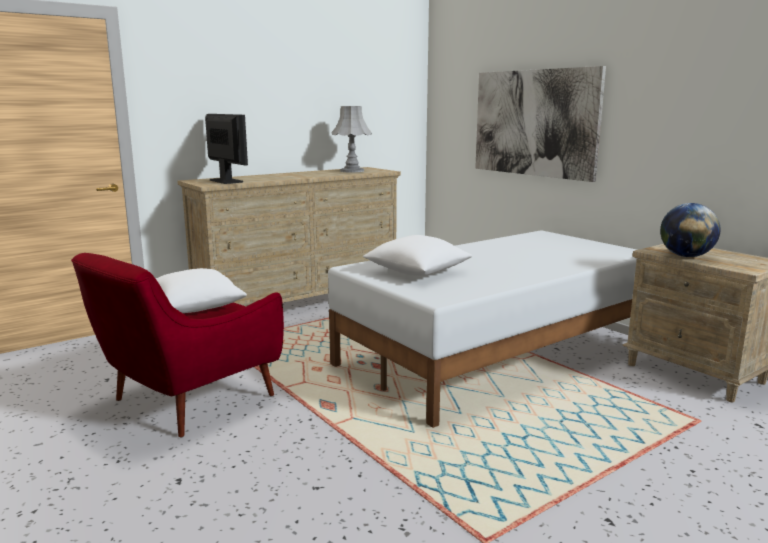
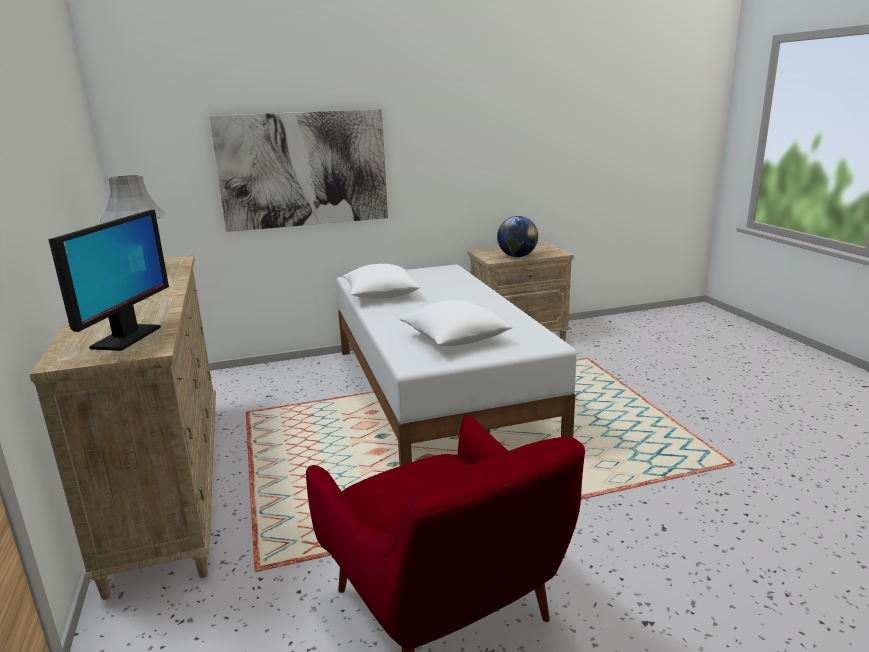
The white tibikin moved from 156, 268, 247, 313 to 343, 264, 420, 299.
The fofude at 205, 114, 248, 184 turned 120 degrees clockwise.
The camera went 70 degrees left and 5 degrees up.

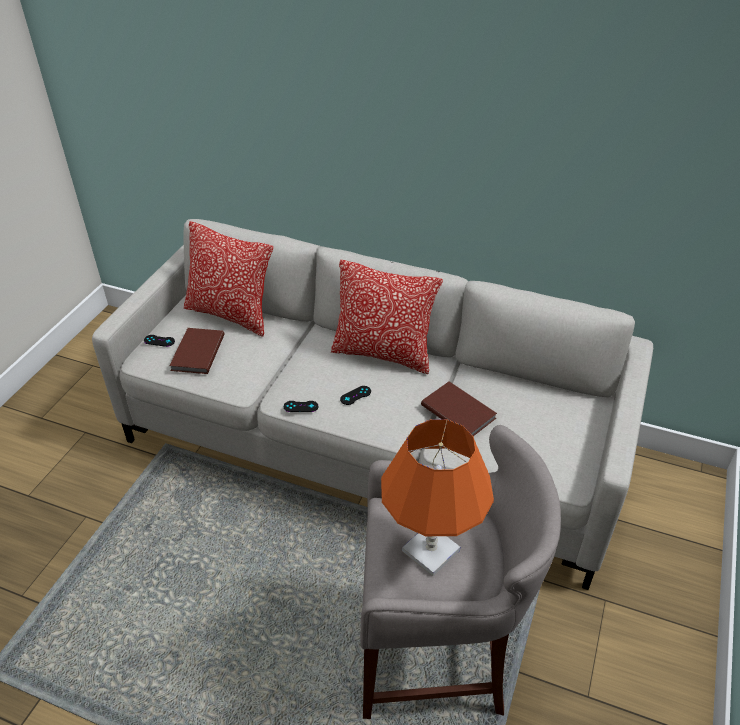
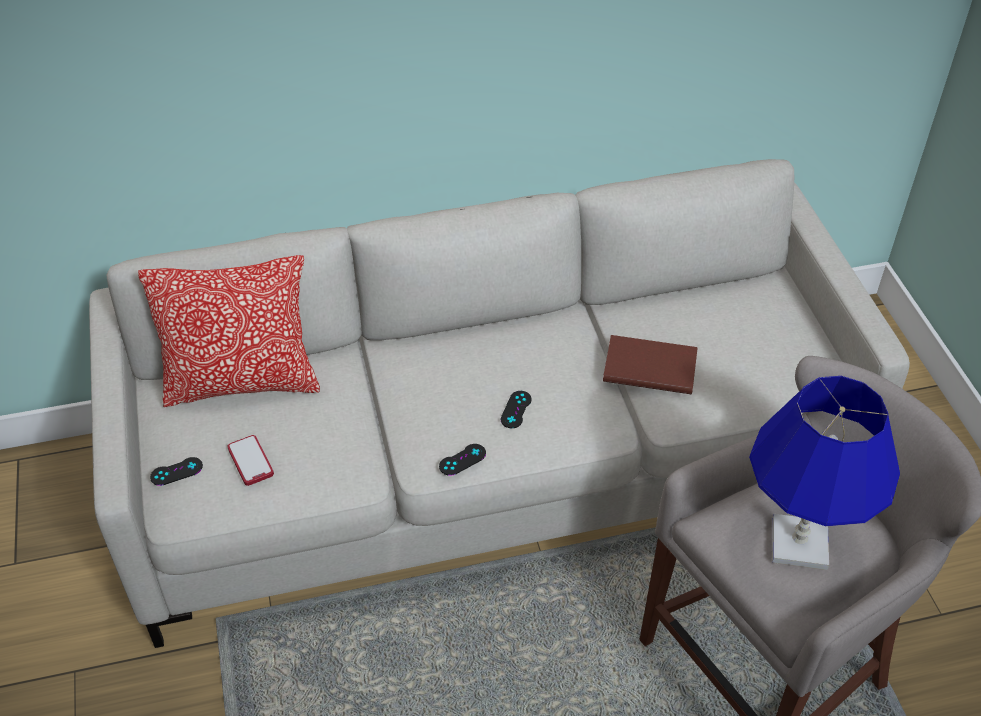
The tibikin at 331, 260, 443, 374 disappeared.
The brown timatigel at 169, 328, 224, 374 was replaced by the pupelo at 227, 435, 274, 486.
The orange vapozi at 381, 419, 494, 576 became the blue vapozi at 749, 376, 900, 570.
The camera went 35 degrees left and 5 degrees up.

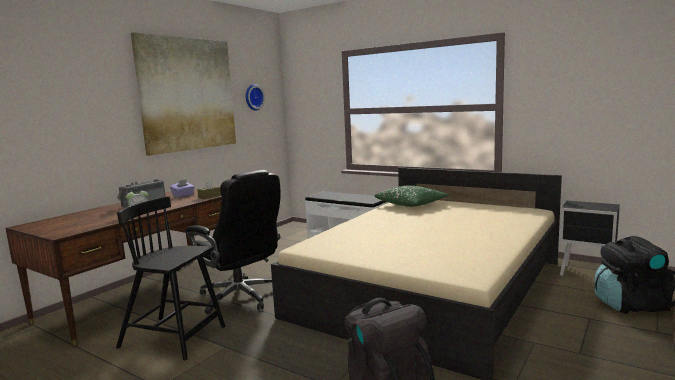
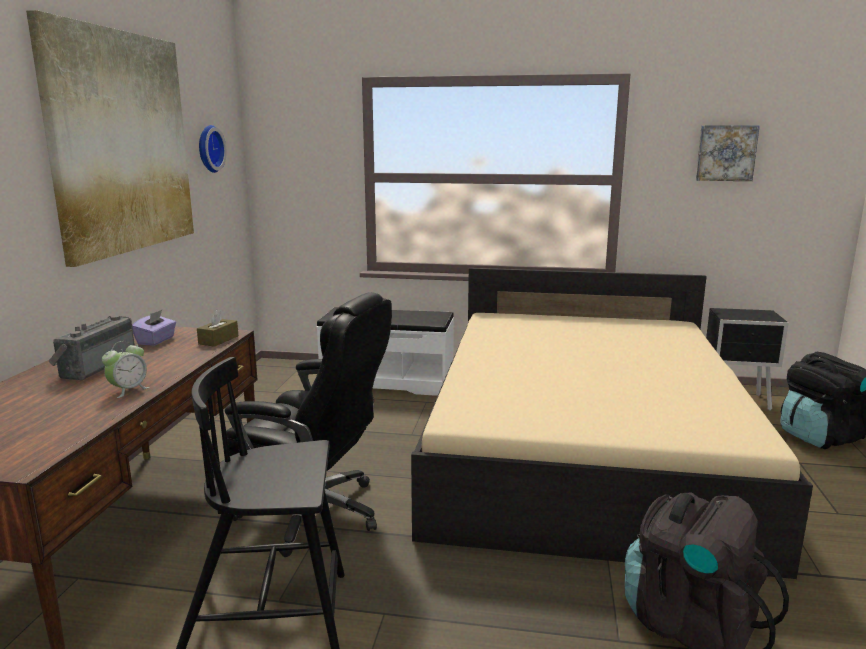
The green tibikin at 374, 185, 449, 207 disappeared.
The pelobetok at 696, 125, 760, 181 appeared.
The camera went 25 degrees left and 5 degrees up.

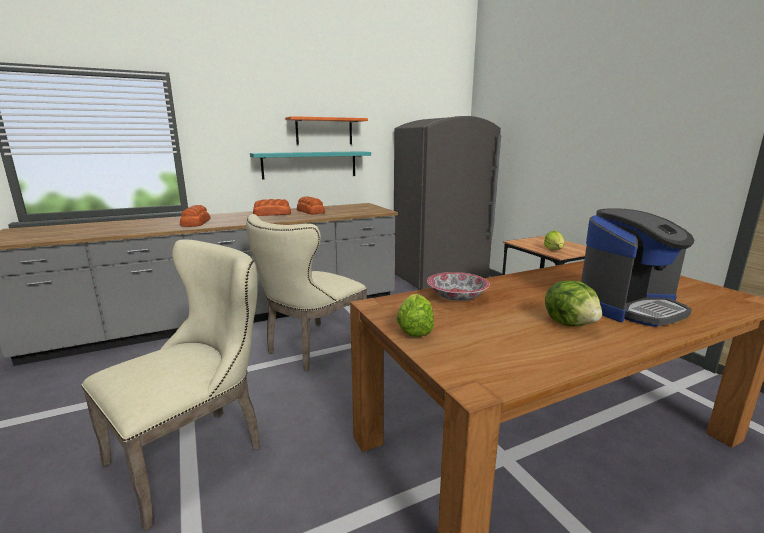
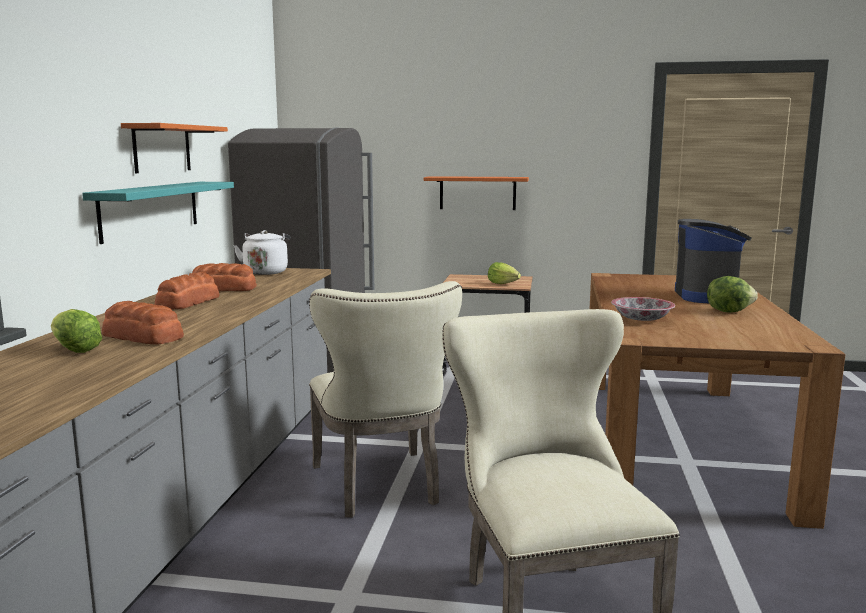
The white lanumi at 233, 230, 290, 275 appeared.
The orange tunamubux at 423, 176, 529, 210 appeared.
The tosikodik moved from 396, 294, 434, 337 to 51, 309, 102, 353.
The camera went 55 degrees left and 5 degrees down.

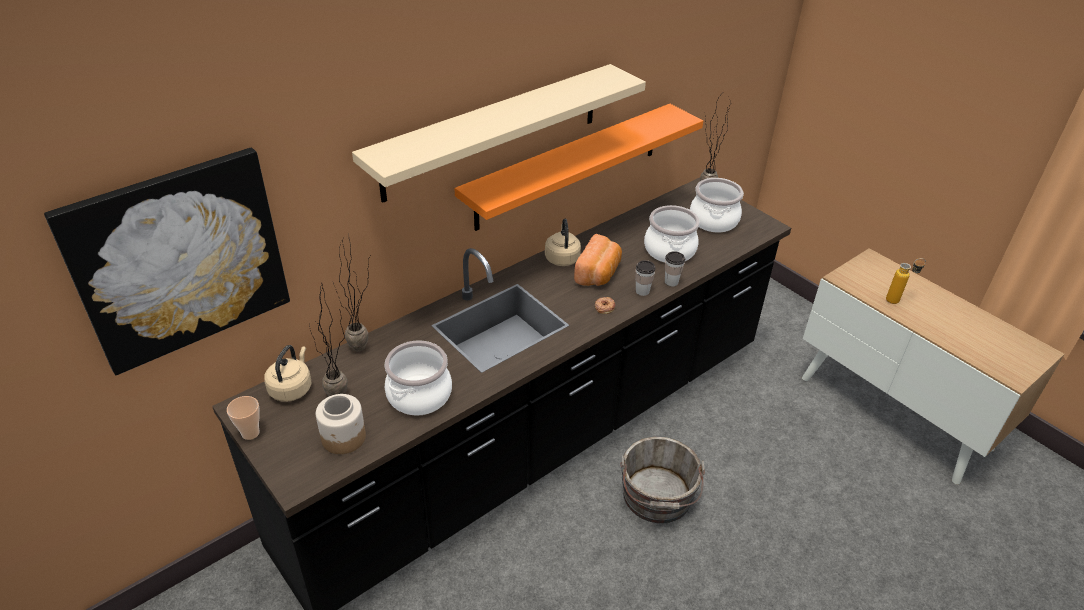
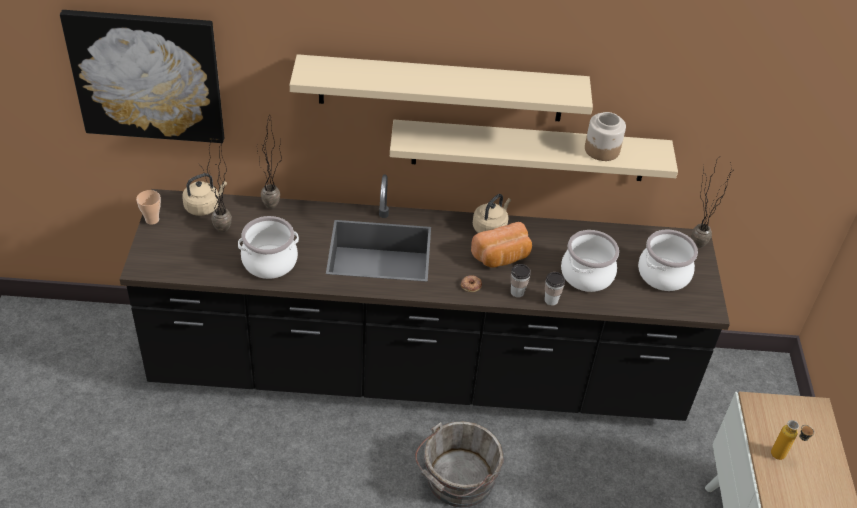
The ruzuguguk moved from 316, 394, 366, 454 to 585, 112, 626, 161.
The orange tunamubux at 454, 104, 703, 231 became the beige tunamubux at 390, 120, 678, 181.
The camera went 40 degrees right and 5 degrees up.

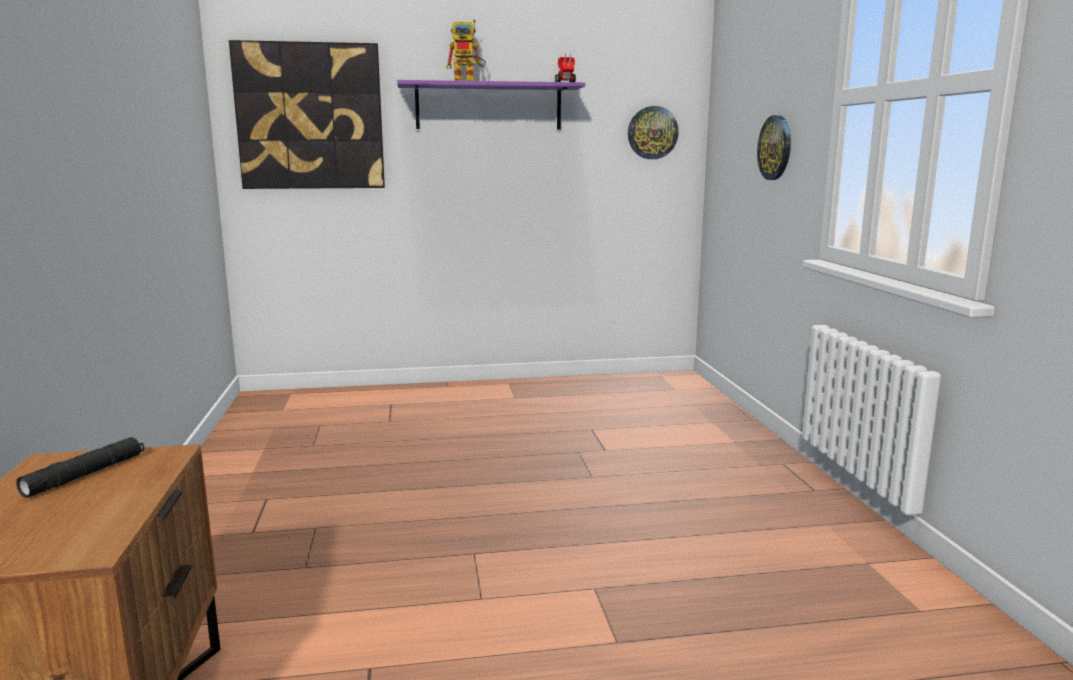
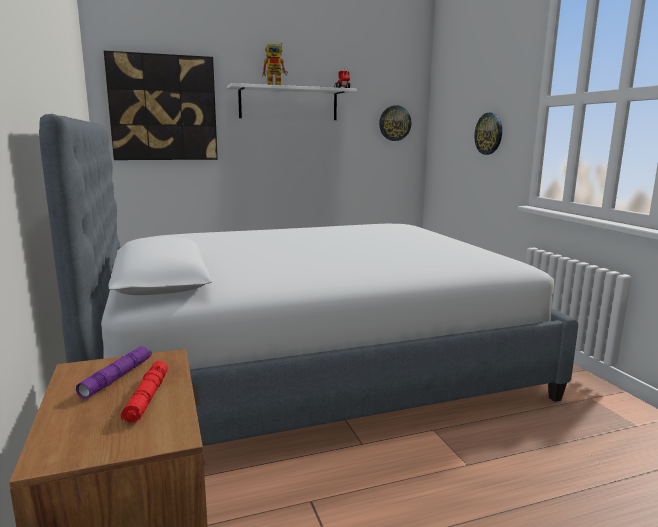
The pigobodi at 39, 114, 578, 446 appeared.
The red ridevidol at 121, 361, 168, 422 appeared.
The black ridevidol at 16, 437, 144, 498 became the purple ridevidol at 76, 346, 152, 399.
The purple tunamubux at 397, 80, 585, 130 became the white tunamubux at 227, 83, 357, 120.
The camera went 10 degrees left and 0 degrees up.

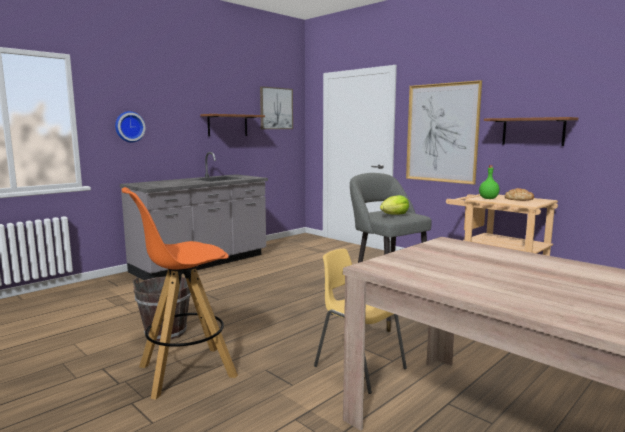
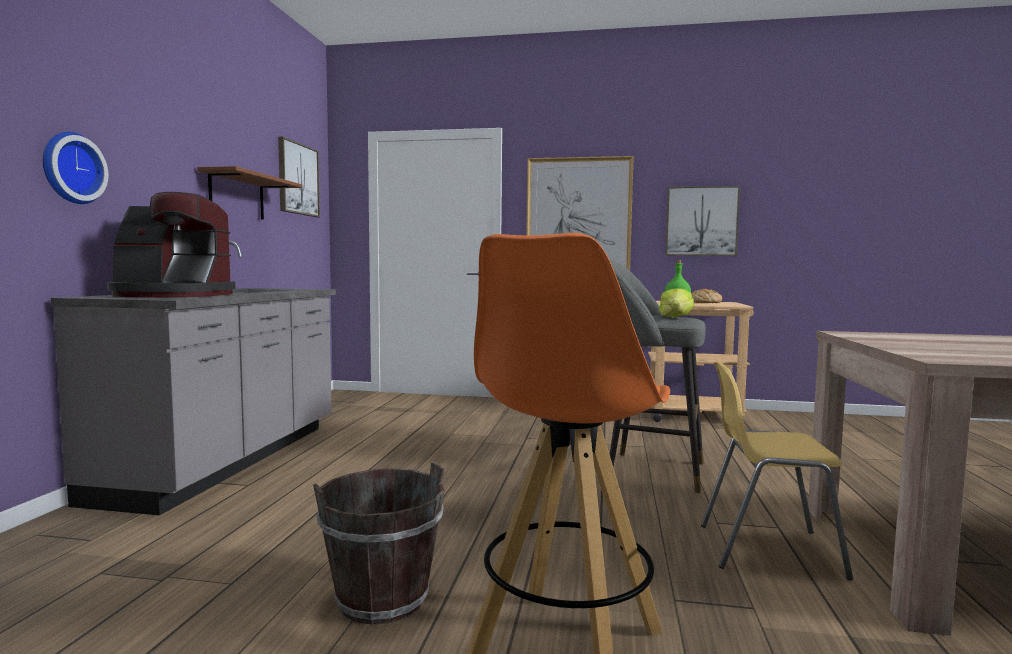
The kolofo at 107, 192, 236, 298 appeared.
The brown tunamubux at 484, 117, 578, 146 was replaced by the pelobetok at 665, 186, 740, 256.
The camera went 35 degrees left and 5 degrees down.

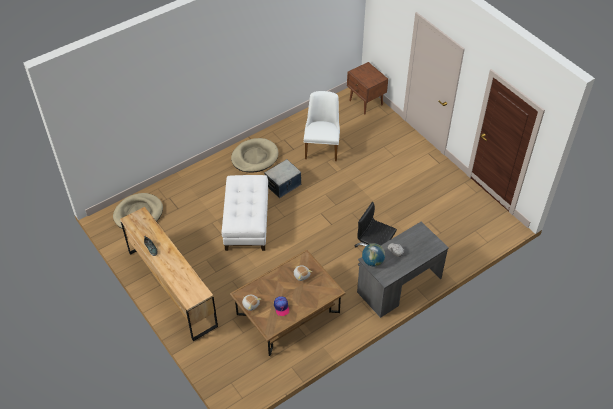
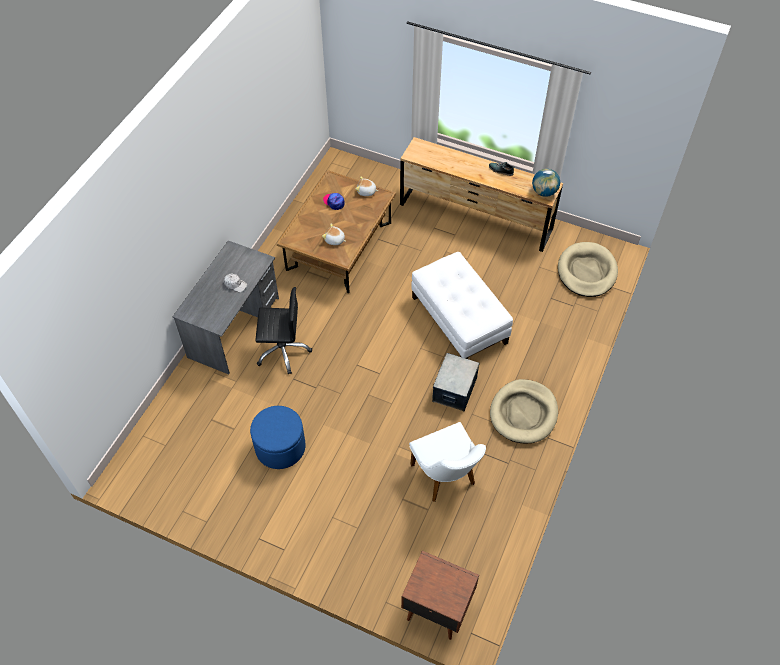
The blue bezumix at 250, 406, 305, 469 appeared.
The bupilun moved from 362, 243, 385, 267 to 532, 169, 560, 197.
The camera went 150 degrees right and 5 degrees up.

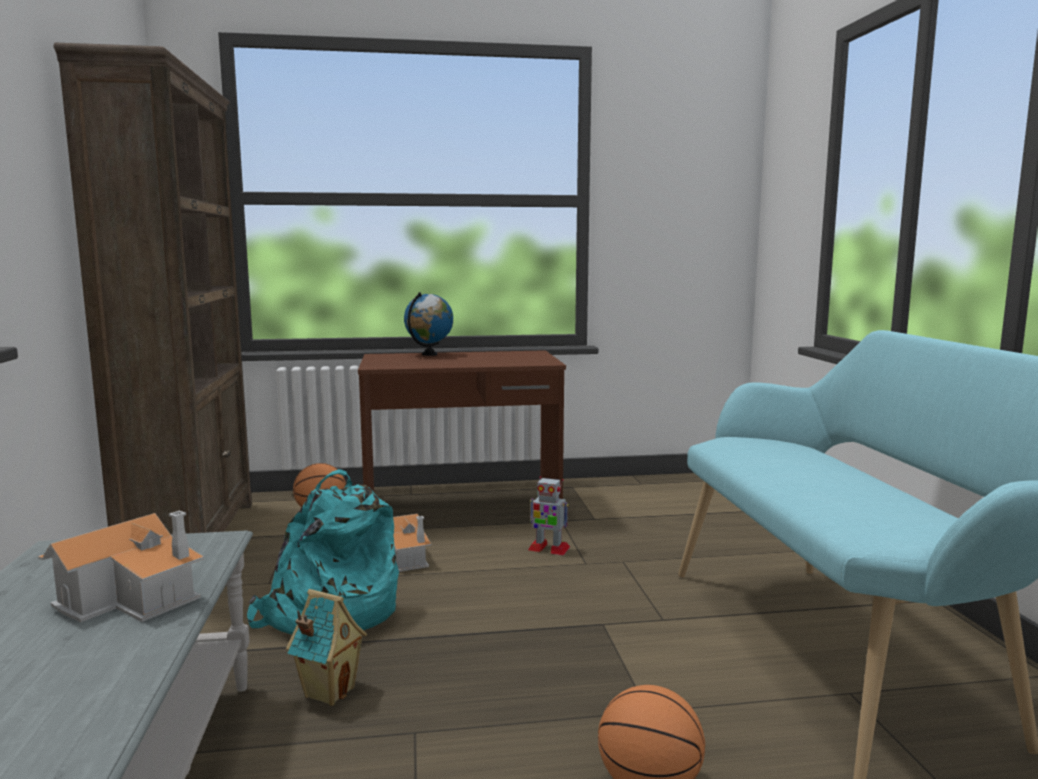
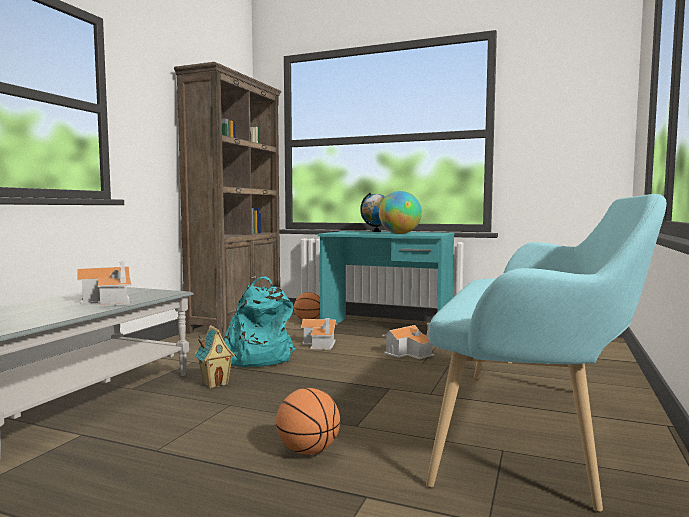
The bupilun at 379, 191, 422, 234 appeared.
The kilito at 528, 476, 570, 555 was replaced by the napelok at 382, 323, 434, 359.
The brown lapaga at 358, 350, 566, 499 became the turquoise lapaga at 318, 231, 454, 324.
The camera went 30 degrees right and 5 degrees down.

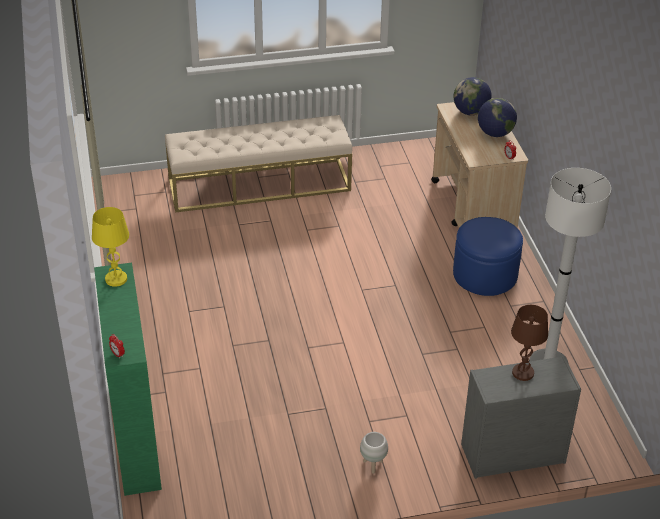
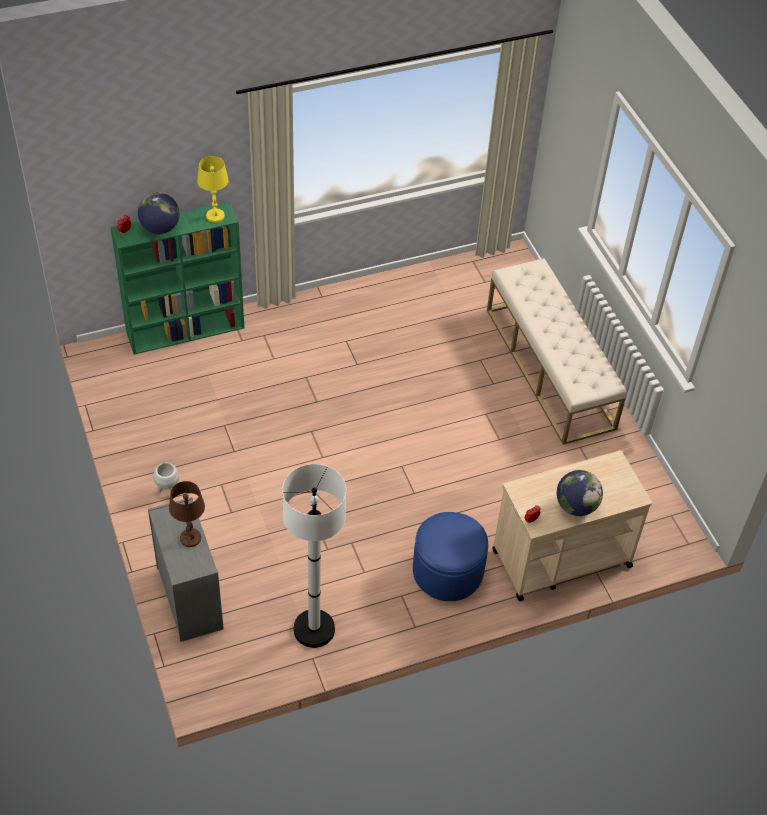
The bupilun moved from 454, 77, 492, 116 to 138, 192, 179, 234.
The camera went 80 degrees right and 10 degrees up.

